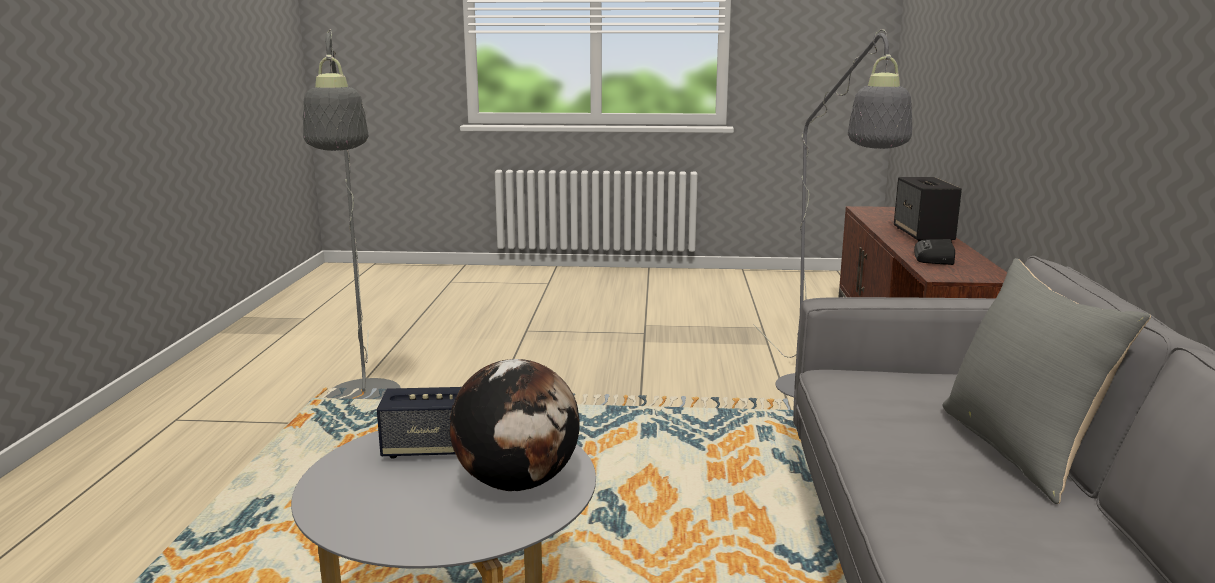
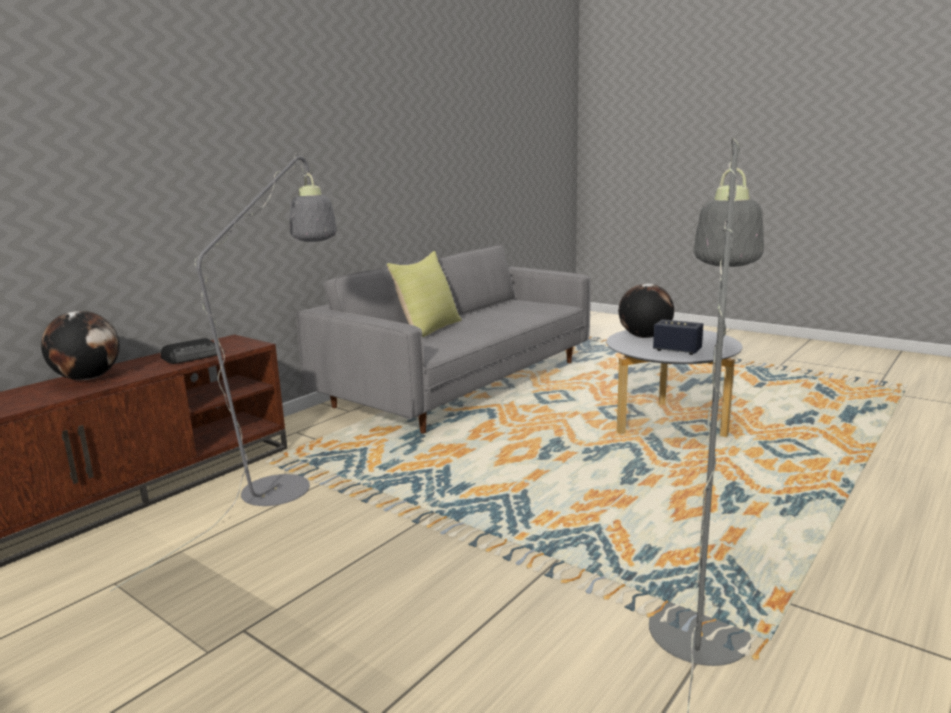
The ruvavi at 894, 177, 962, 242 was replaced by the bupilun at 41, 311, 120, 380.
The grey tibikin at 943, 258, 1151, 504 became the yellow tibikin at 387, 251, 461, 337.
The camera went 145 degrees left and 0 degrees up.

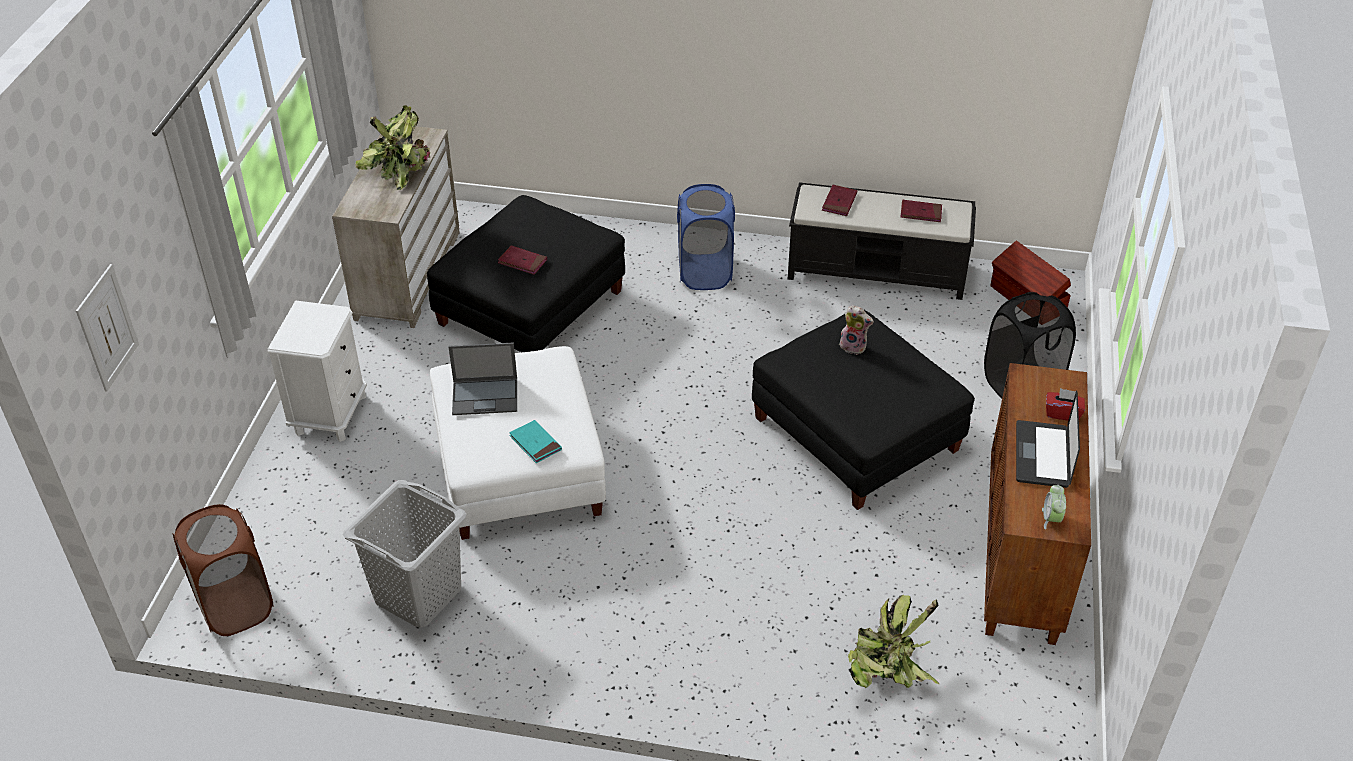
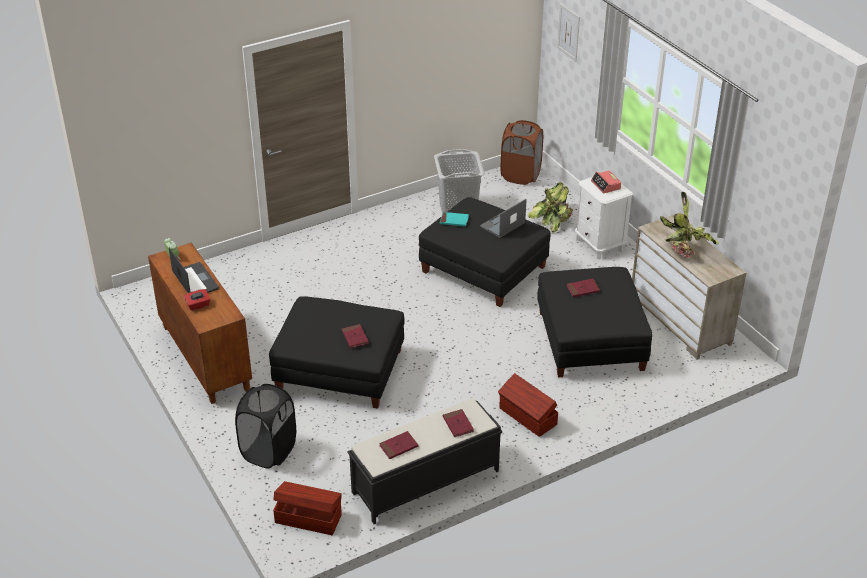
The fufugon at 591, 170, 621, 193 appeared.
The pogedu moved from 848, 595, 939, 688 to 528, 182, 573, 232.
The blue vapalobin at 677, 184, 735, 290 was replaced by the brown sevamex at 498, 373, 558, 437.
The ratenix at 839, 305, 874, 355 was replaced by the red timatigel at 342, 324, 369, 348.
The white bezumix at 430, 346, 606, 540 became the black bezumix at 419, 197, 550, 307.
The camera went 140 degrees right and 5 degrees down.

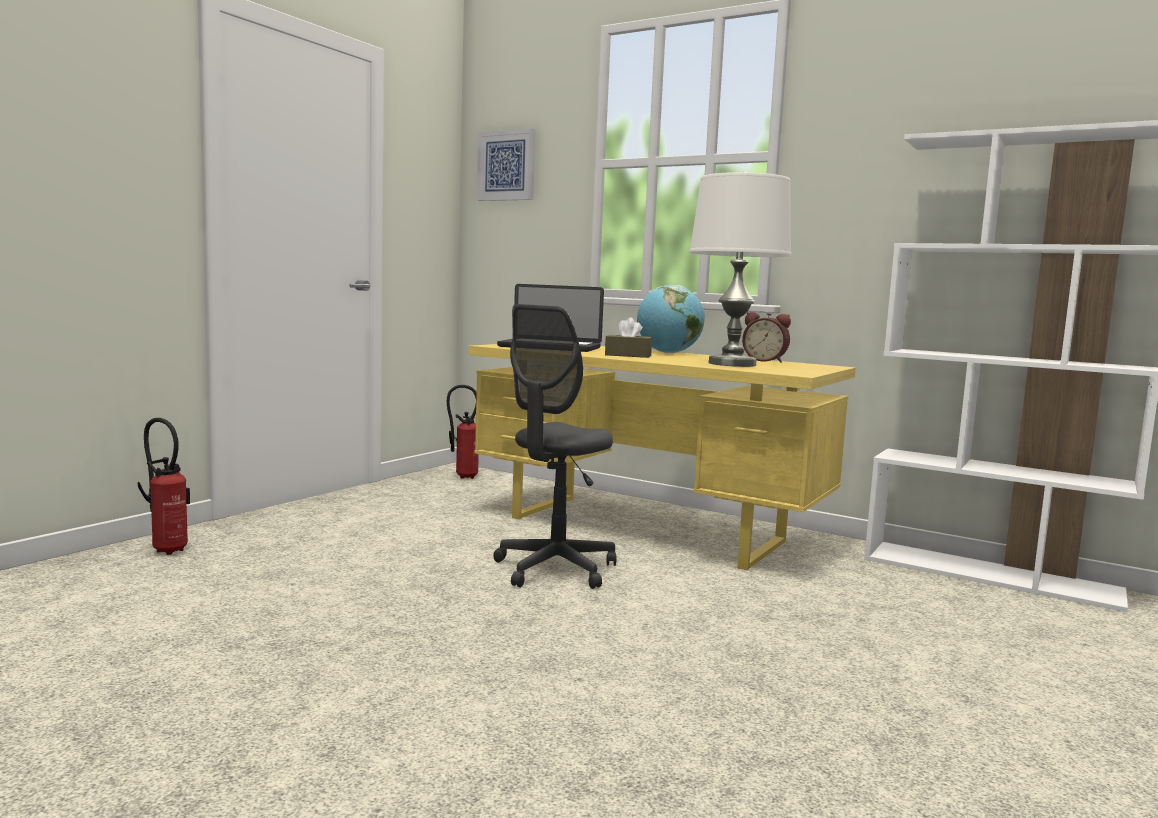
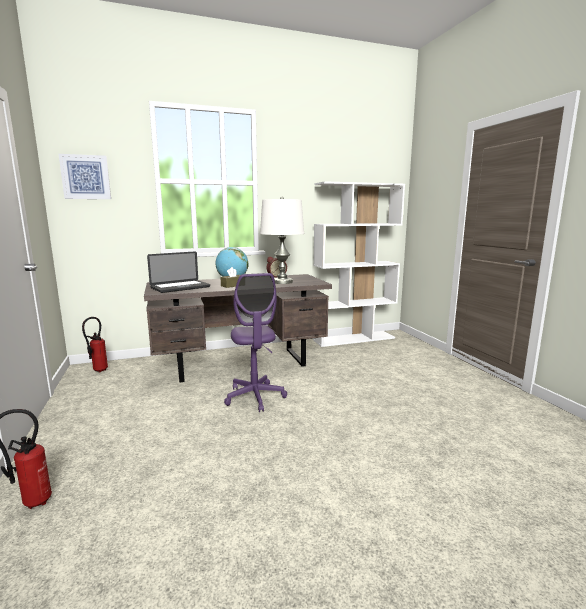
The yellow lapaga at 469, 344, 856, 571 became the brown lapaga at 144, 274, 332, 383.
The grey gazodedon at 493, 304, 617, 589 became the purple gazodedon at 224, 273, 287, 412.
The camera went 50 degrees left and 5 degrees up.

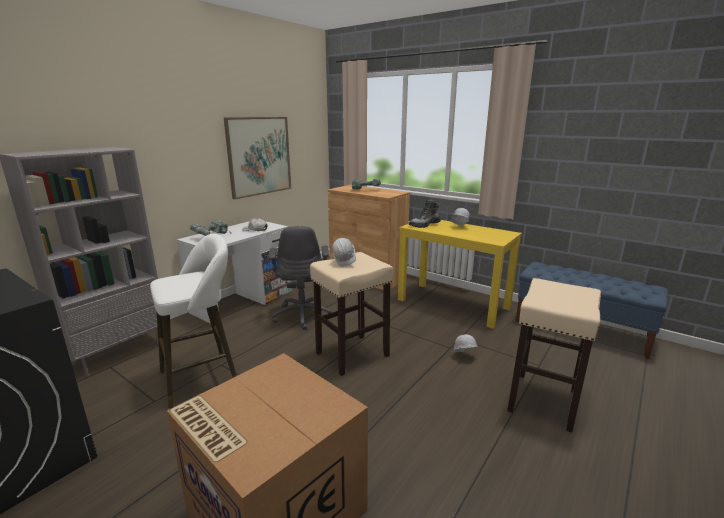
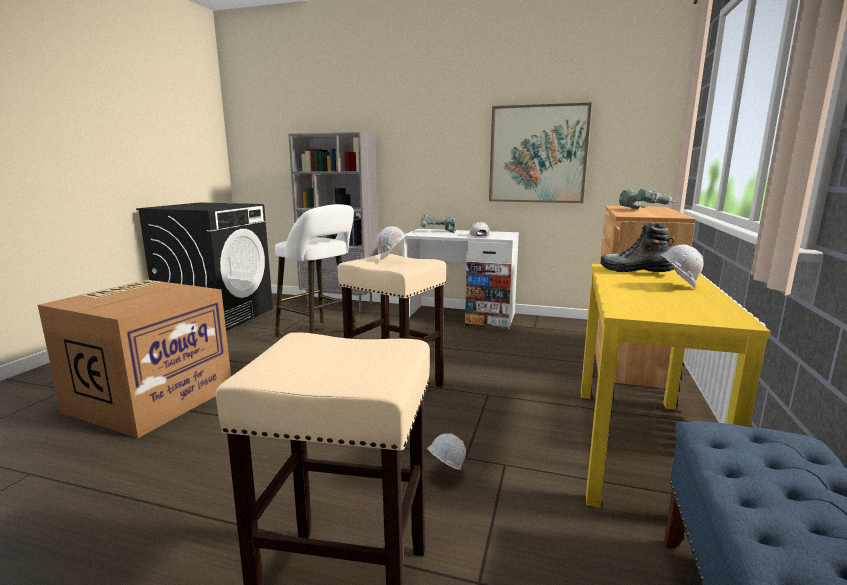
The grey gazodedon at 269, 226, 333, 330 disappeared.
The camera went 70 degrees right and 5 degrees down.

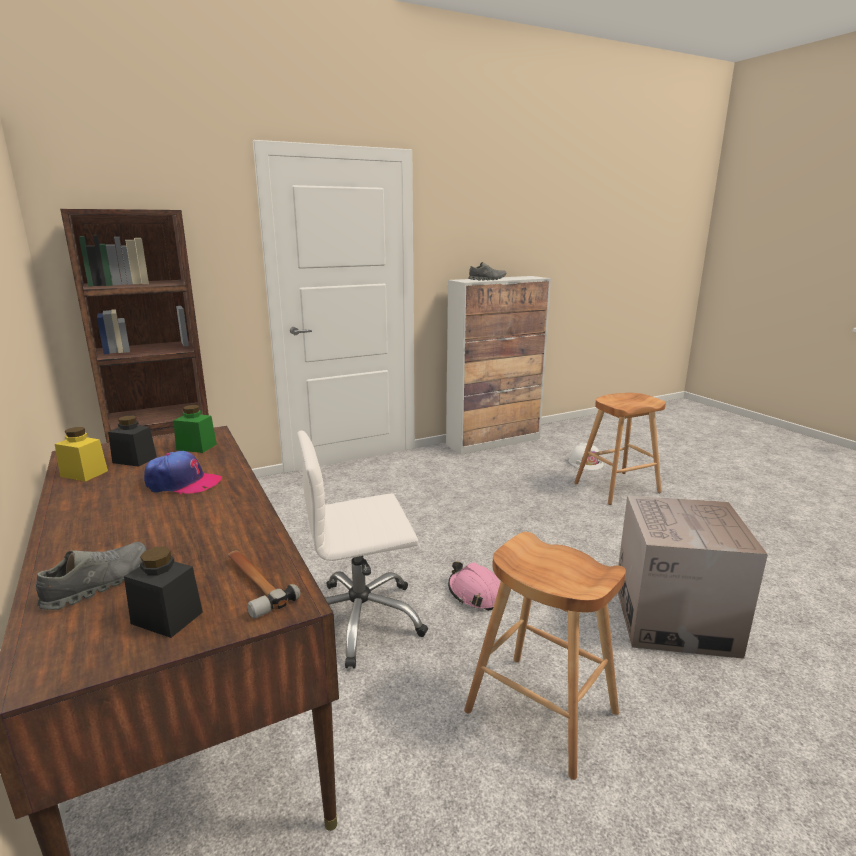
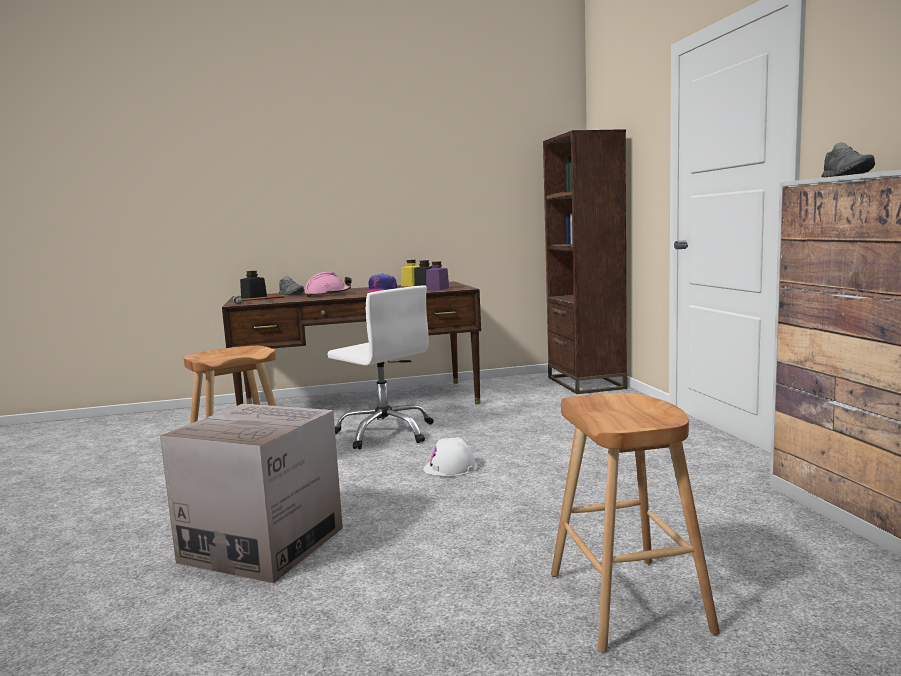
The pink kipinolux moved from 448, 562, 500, 611 to 305, 272, 352, 297.
The white kipinolux moved from 569, 443, 604, 470 to 423, 437, 477, 476.
The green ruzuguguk at 173, 405, 217, 453 became the purple ruzuguguk at 426, 261, 449, 290.
The white gazodedon at 298, 431, 428, 669 turned 135 degrees clockwise.
The camera went 105 degrees right and 10 degrees down.

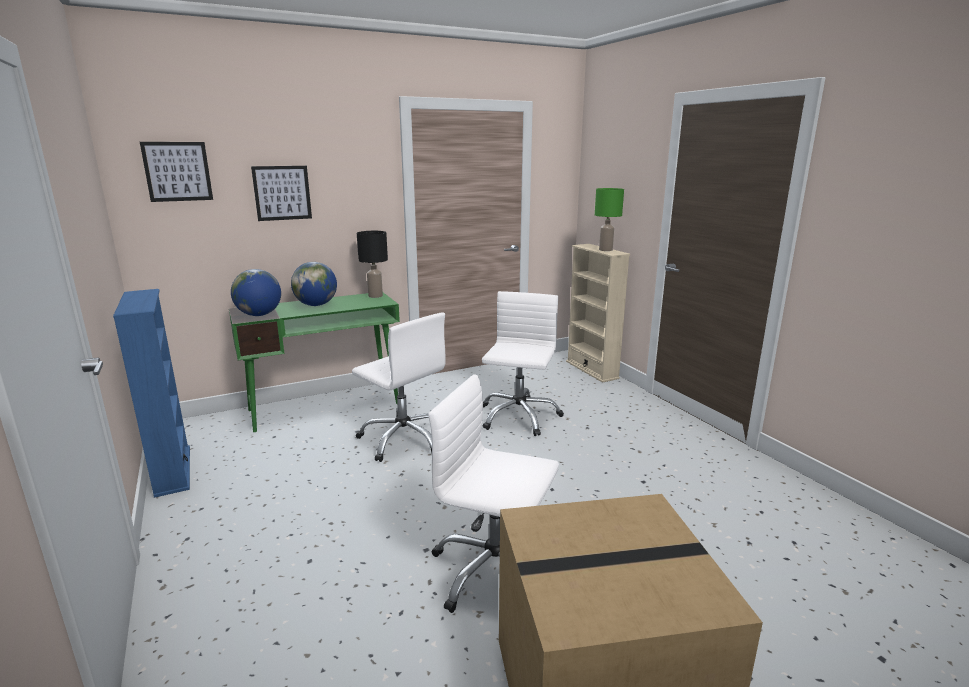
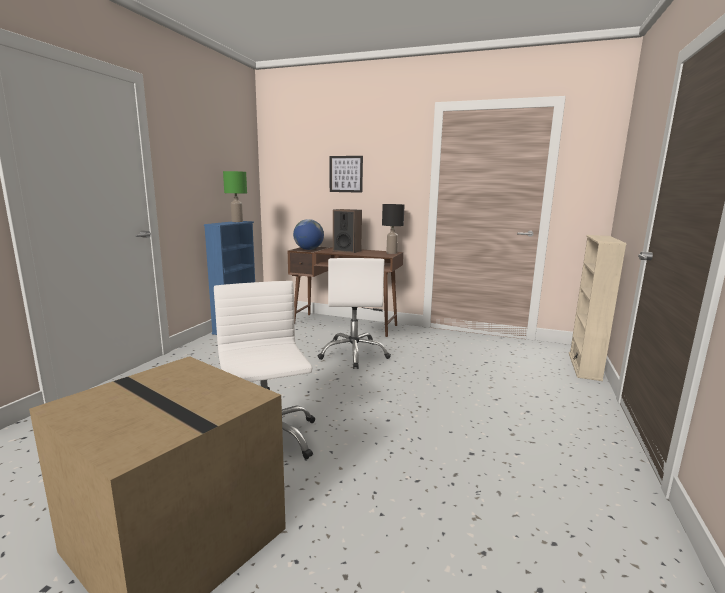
The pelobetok at 140, 142, 213, 202 disappeared.
The white gazodedon at 482, 291, 564, 436 disappeared.
The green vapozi moved from 595, 188, 624, 251 to 223, 171, 247, 222.
The bupilun at 291, 262, 337, 306 was replaced by the ruvavi at 333, 209, 362, 253.
The green lapaga at 229, 293, 400, 432 became the brown lapaga at 288, 247, 403, 337.
The camera went 45 degrees right and 5 degrees down.

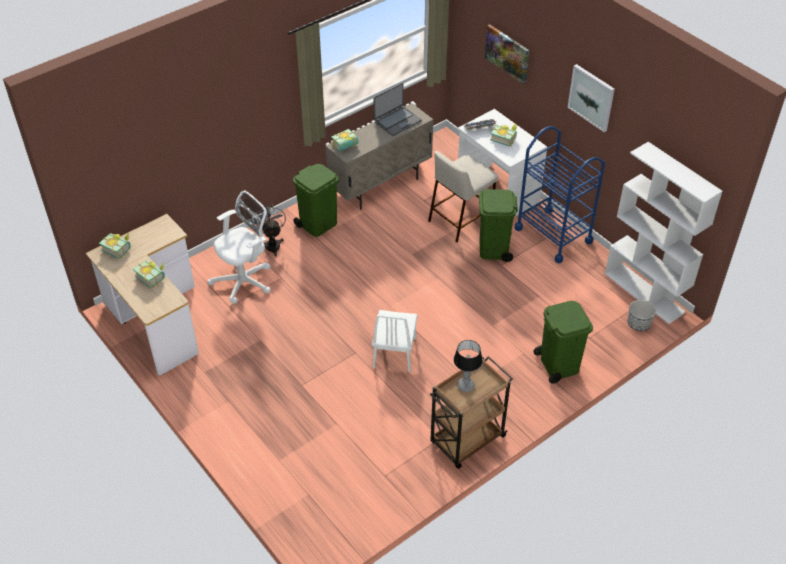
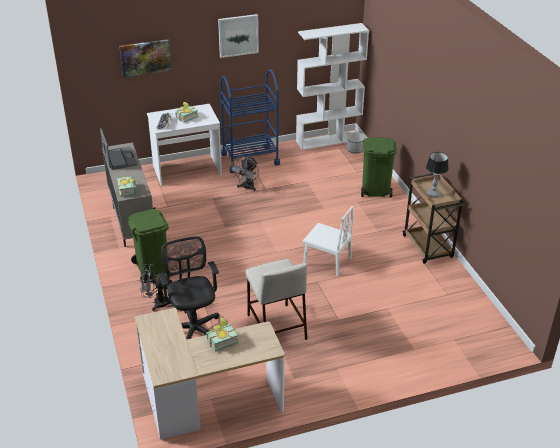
The timatigel at 99, 232, 131, 259 disappeared.
The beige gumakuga moved from 428, 151, 498, 243 to 246, 259, 307, 340.
The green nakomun at 479, 189, 518, 262 was replaced by the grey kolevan at 230, 156, 259, 191.
The white gazodedon at 207, 191, 270, 304 became the black gazodedon at 158, 236, 219, 339.
The camera went 70 degrees left and 10 degrees down.

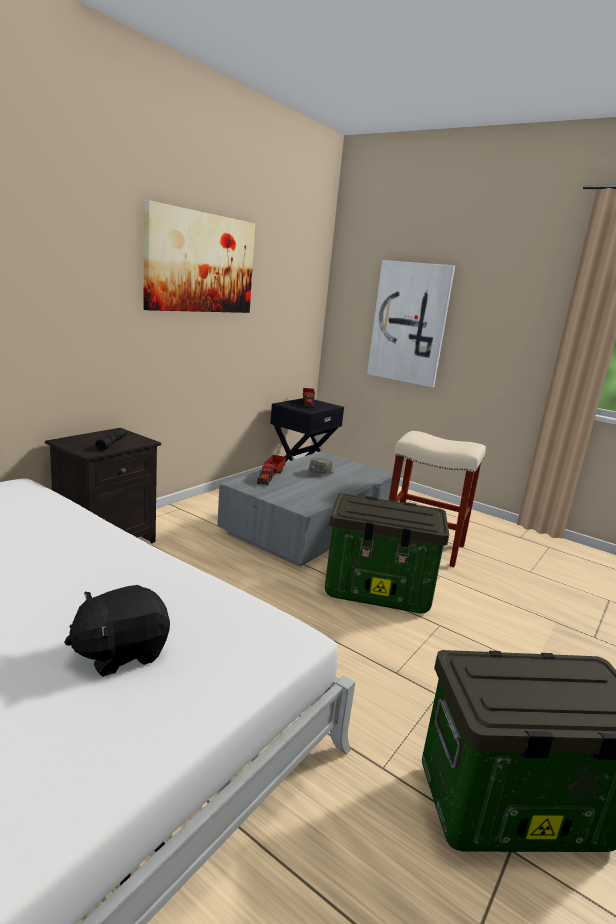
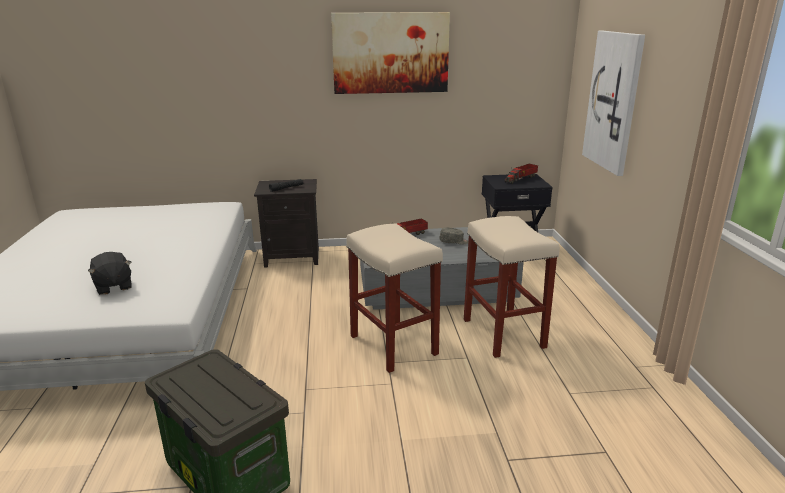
The sevamex at 325, 493, 449, 613 was replaced by the beige gumakuga at 346, 224, 443, 373.
The black ratenix at 64, 585, 170, 677 turned 135 degrees counterclockwise.
The camera went 50 degrees right and 5 degrees up.

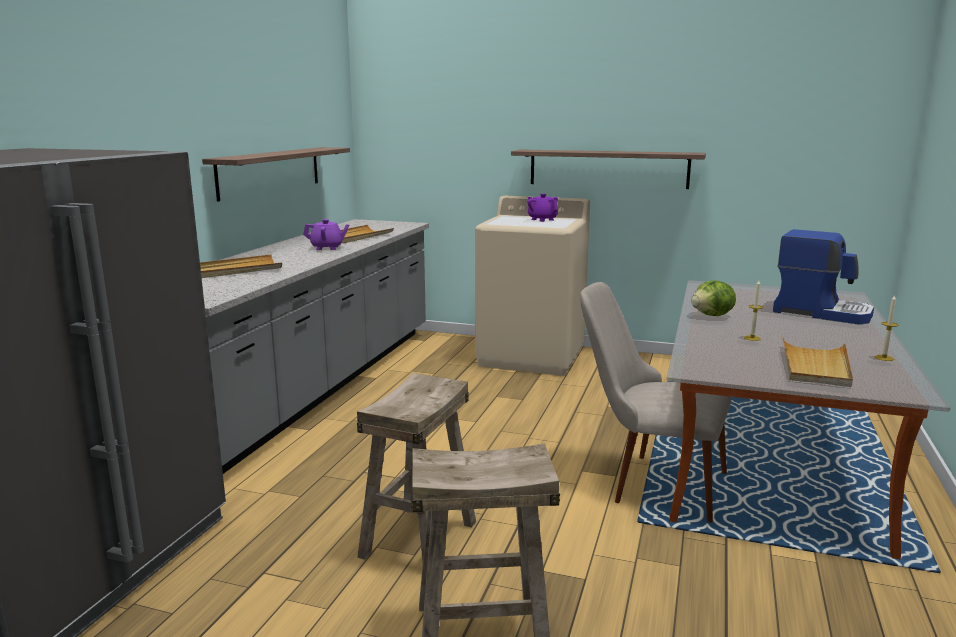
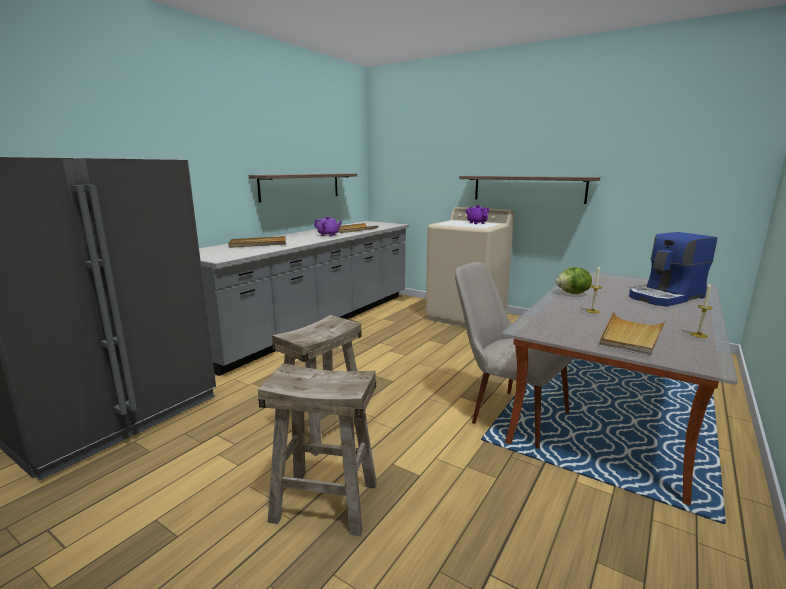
The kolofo at 773, 229, 874, 324 turned 105 degrees clockwise.
The camera went 15 degrees right and 0 degrees up.

